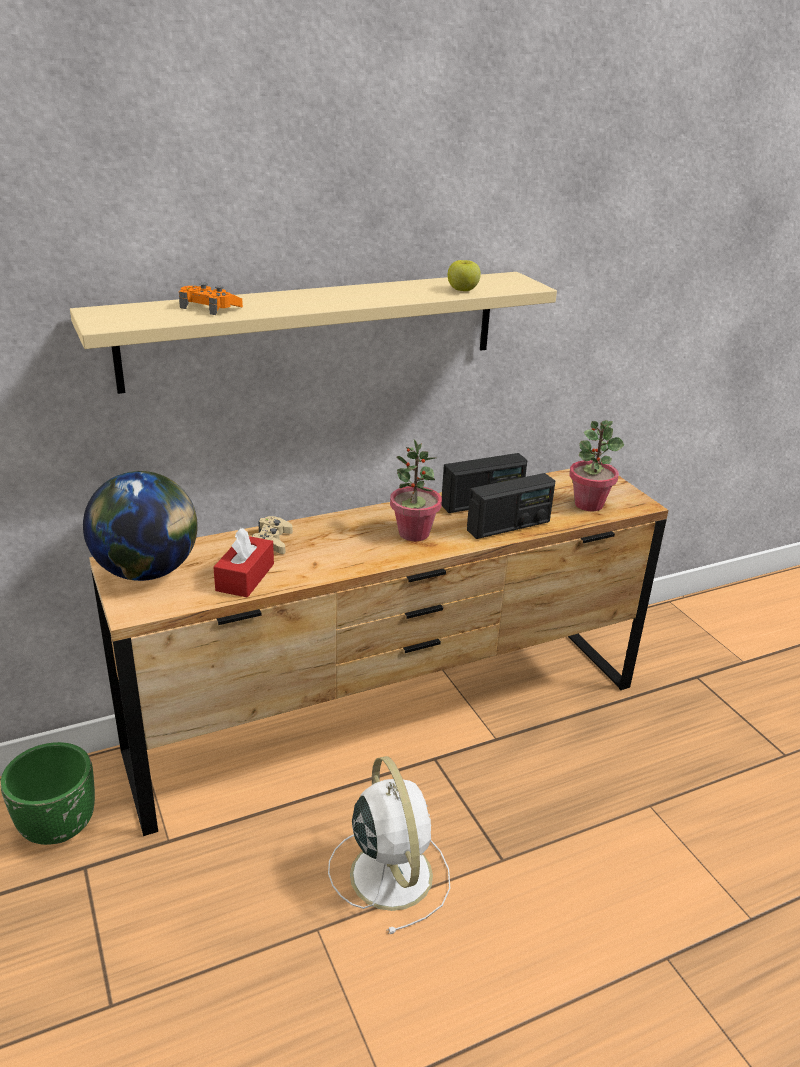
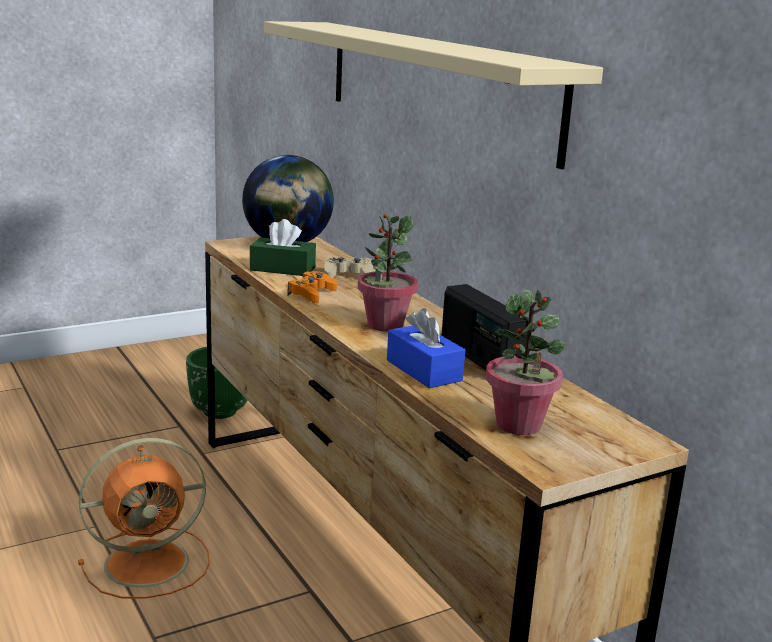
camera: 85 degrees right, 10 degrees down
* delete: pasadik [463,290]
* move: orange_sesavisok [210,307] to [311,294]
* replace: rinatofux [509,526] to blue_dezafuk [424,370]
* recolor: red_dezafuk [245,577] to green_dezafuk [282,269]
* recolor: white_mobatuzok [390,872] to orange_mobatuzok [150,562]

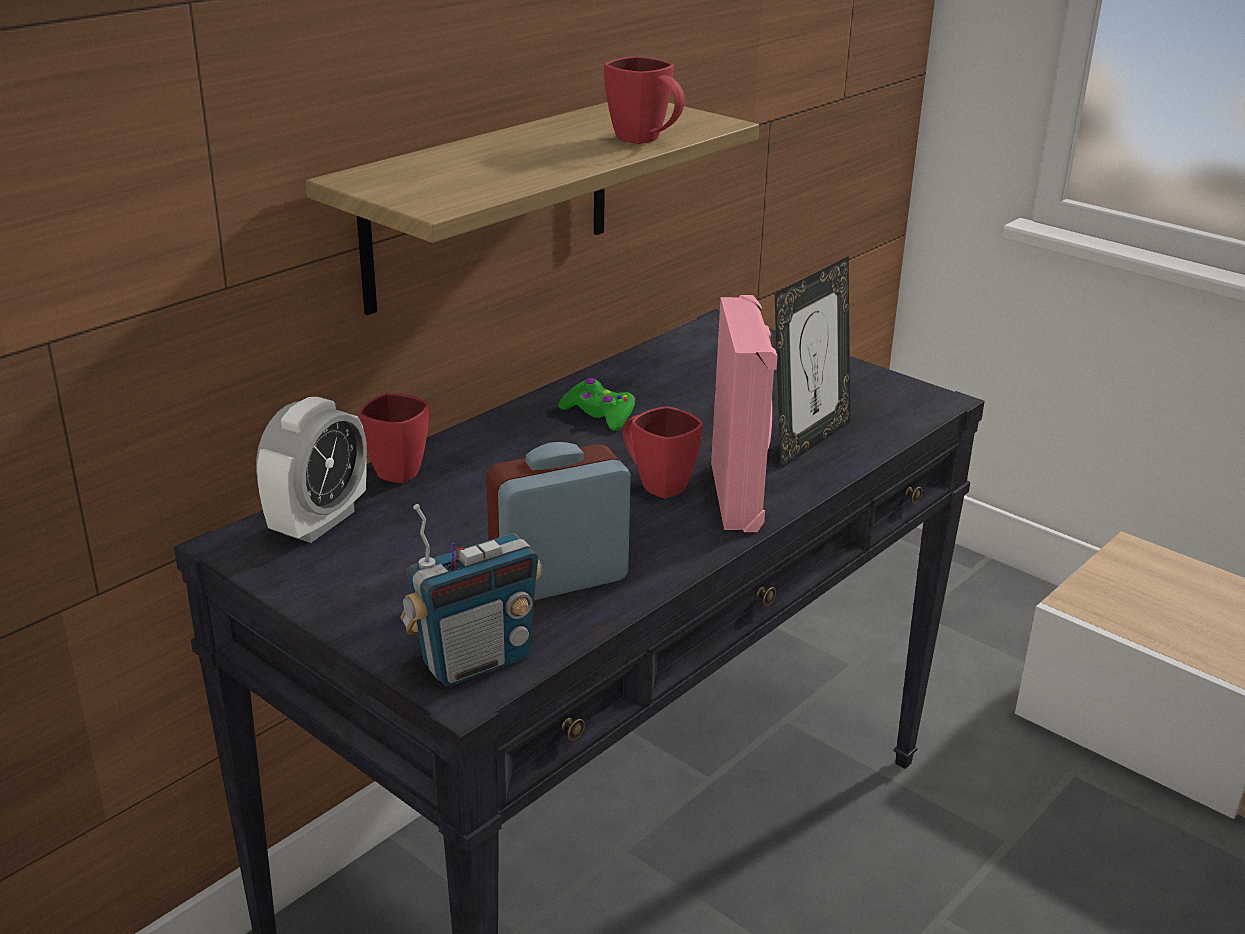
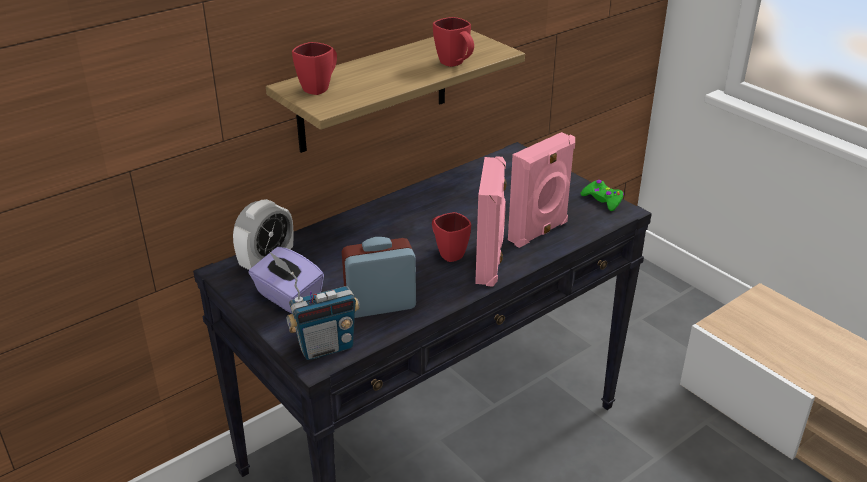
camera: 10 degrees right, 5 degrees up
* insert: purple_dezafuk [288,297]
* move: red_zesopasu [405,468] to [320,87]
* move: green_sesavisok [599,414] to [602,200]
* replace: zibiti [807,441] to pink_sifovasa [539,232]

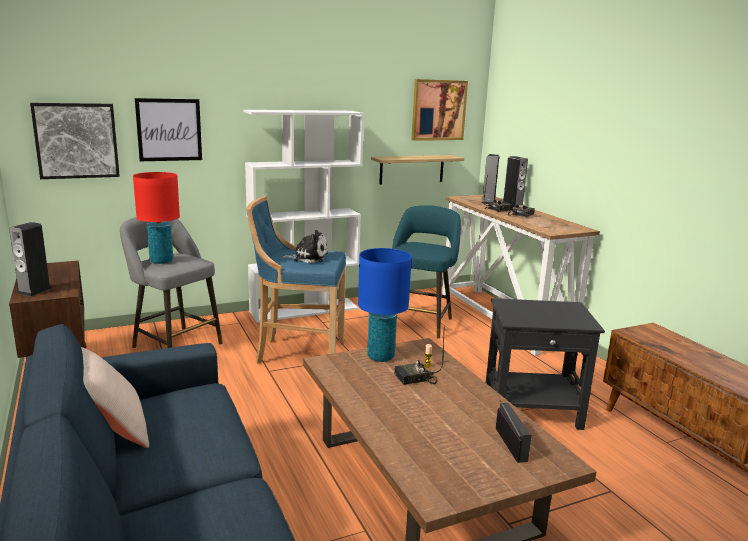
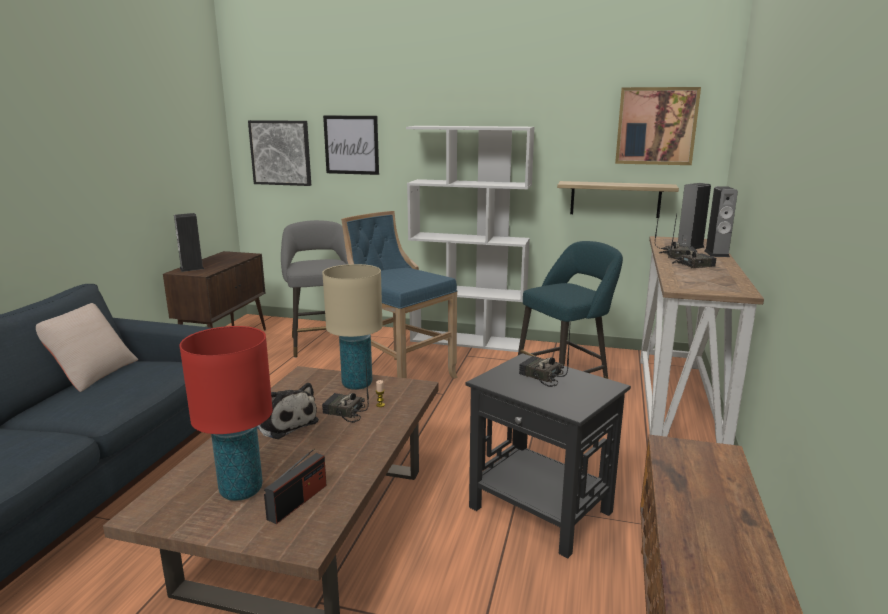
camera: 40 degrees right, 0 degrees up
* insert: rinatofux [541,376]
* move: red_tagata [161,261] to [241,490]
* move: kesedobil [308,257] to [285,423]
* recolor: blue_tagata [381,357] to beige_tagata [357,384]

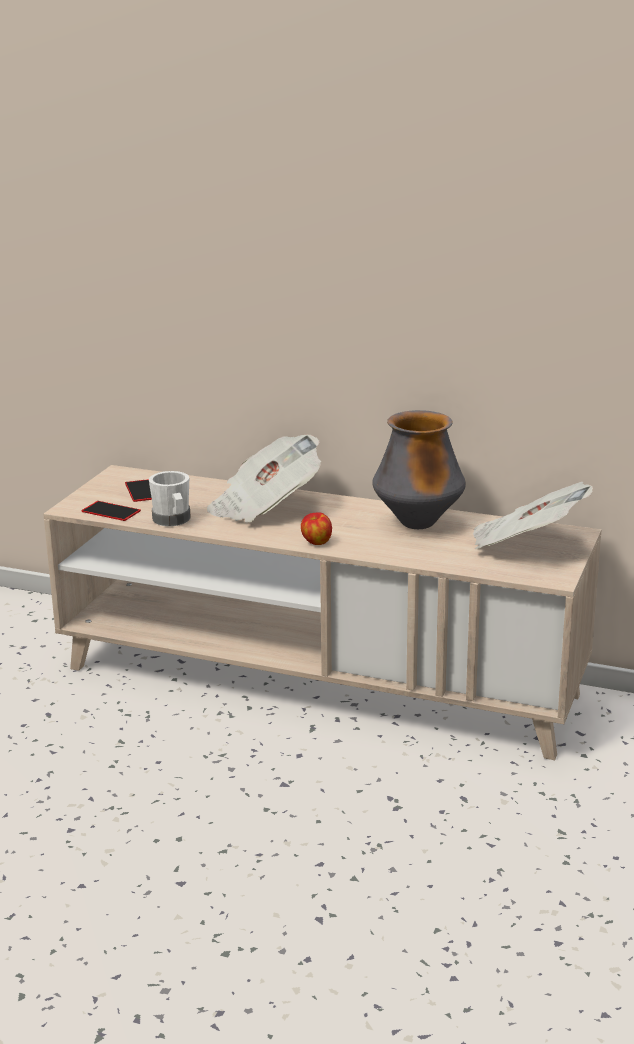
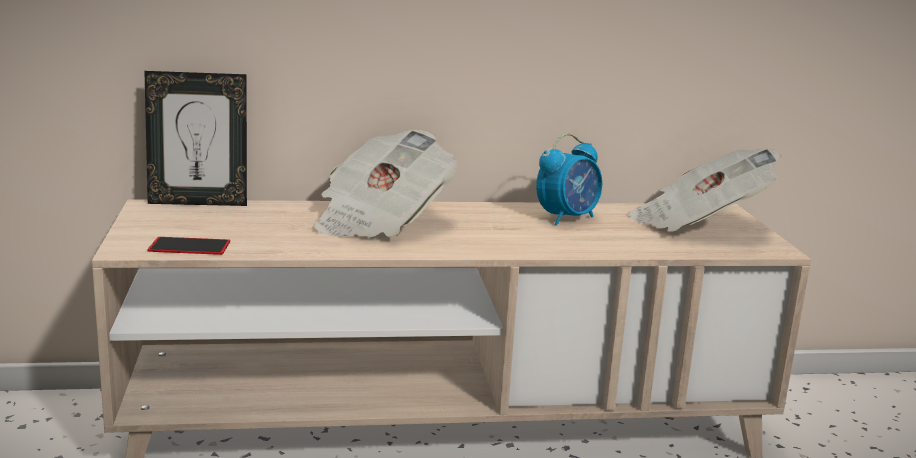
camera: 30 degrees left, 5 degrees down
* delete: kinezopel [142,491]
* delete: white_zesopasu [173,521]
* delete: pasadik [316,542]
* insert: zibiti [198,202]
* replace: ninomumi [418,524] to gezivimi [567,218]

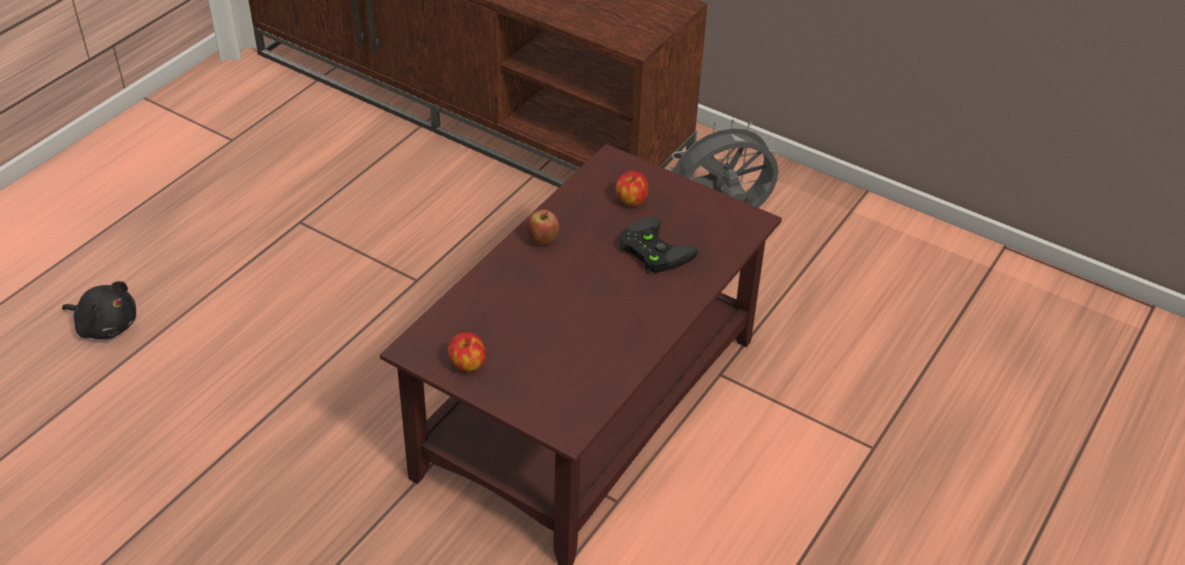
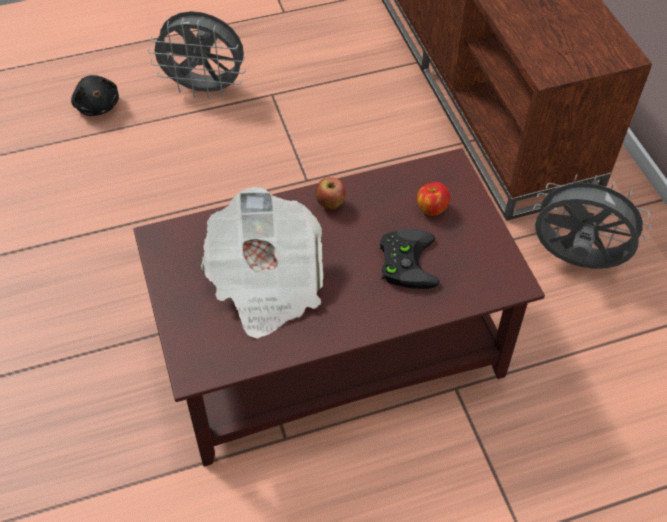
camera: 40 degrees right, 10 degrees up
* delete: pasadik [467,365]
* insert: grey_mobatuzok [205,89]
* insert: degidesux [266,283]

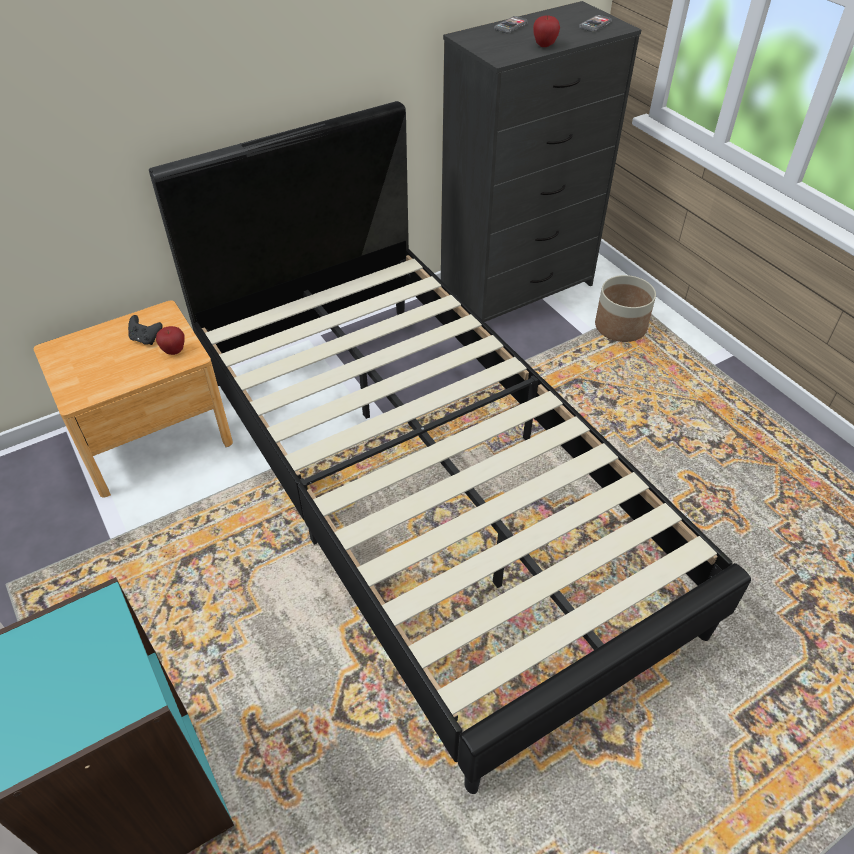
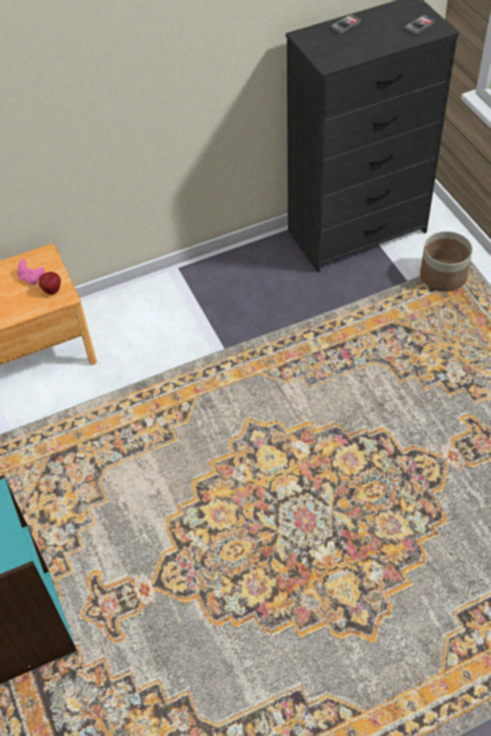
camera: 10 degrees right, 5 degrees up
* delete: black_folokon [426,490]
* delete: pasadik [544,45]
* recolor: black_sesavisok [146,339] to pink_sesavisok [31,278]

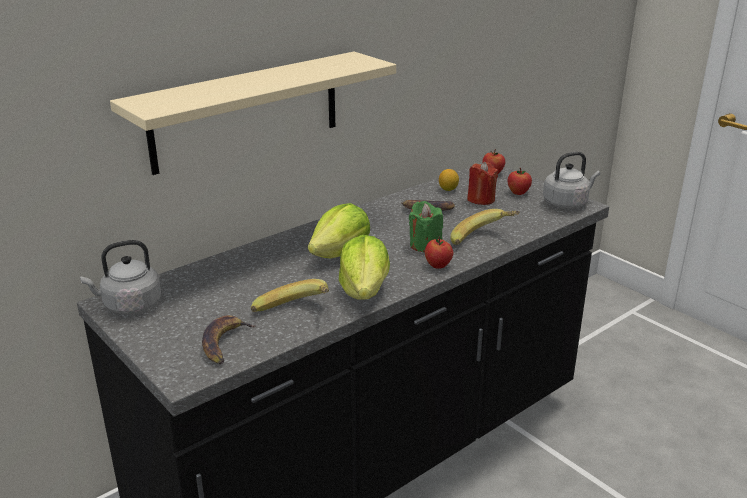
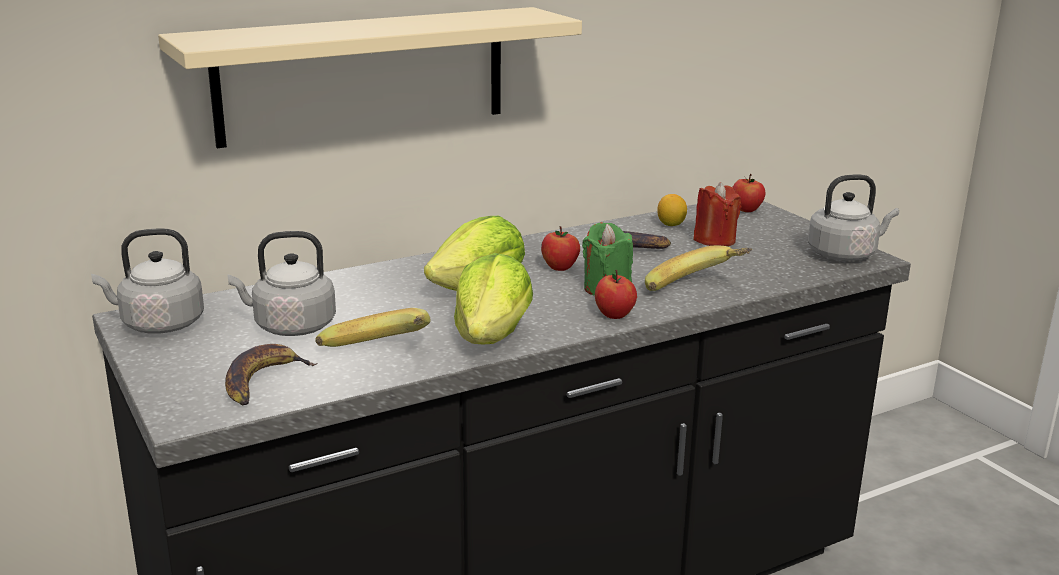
camera: 10 degrees right, 5 degrees down
* insert: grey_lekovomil [290,327]
* move: pasadik [518,193] to [560,267]

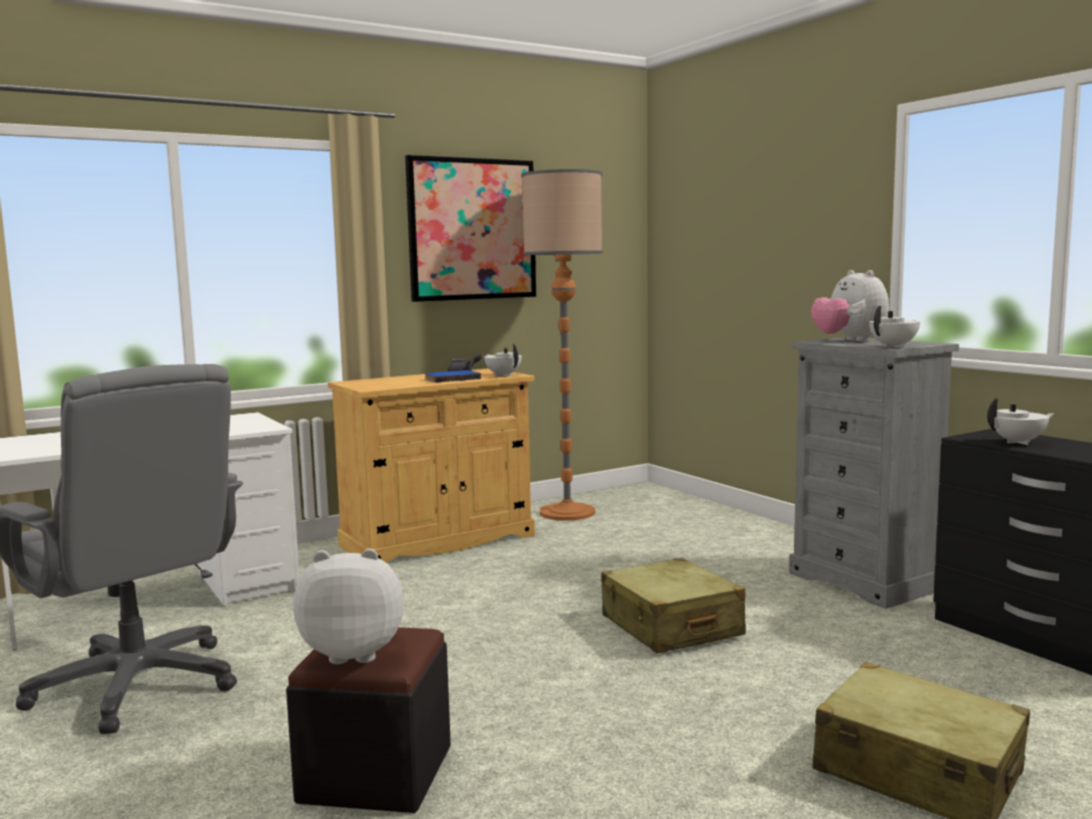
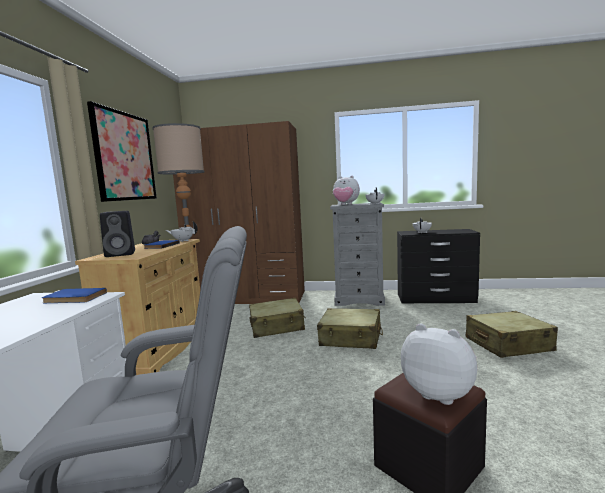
camera: 50 degrees left, 0 degrees up
* insert: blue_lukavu [74,298]
* insert: black_sifovasa [121,254]
* insert: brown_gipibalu [248,297]
* insert: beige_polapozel [277,326]
* rotate: kesedobil [354,653] = [439,393] 90 degrees clockwise

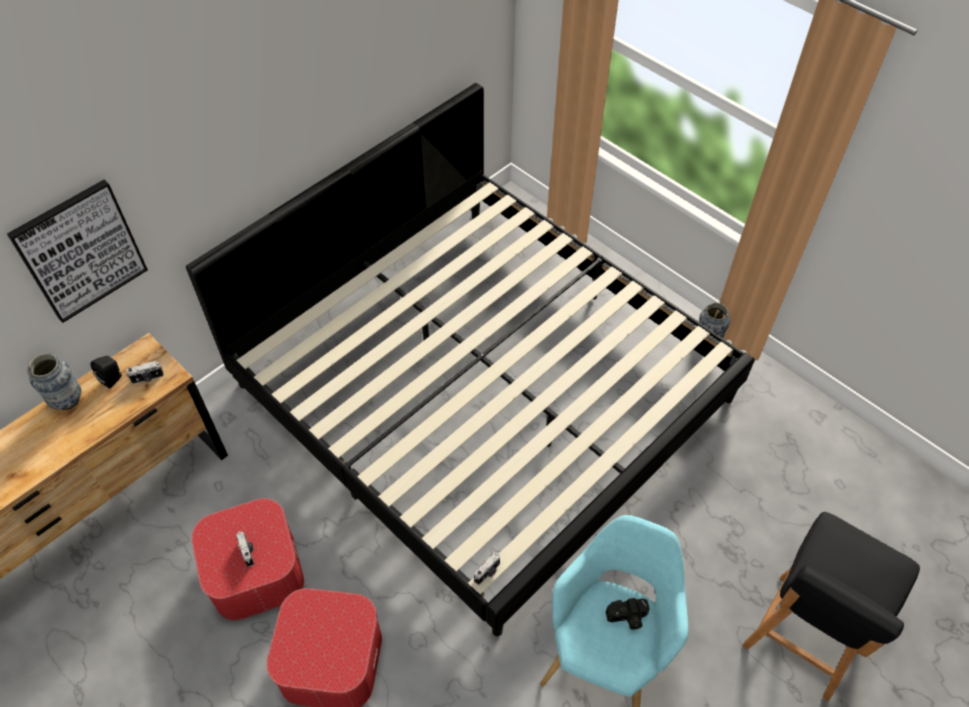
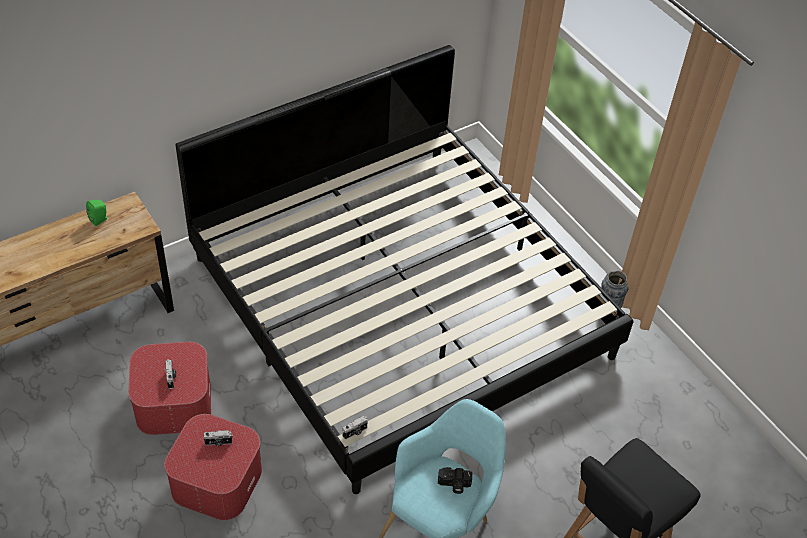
camera: 10 degrees right, 5 degrees down
* delete: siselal [80,251]
* delete: ninomumi [67,401]
* move: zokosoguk [148,378] to [218,443]
* recolor: black_sifovasa [113,379] to green_sifovasa [100,219]

